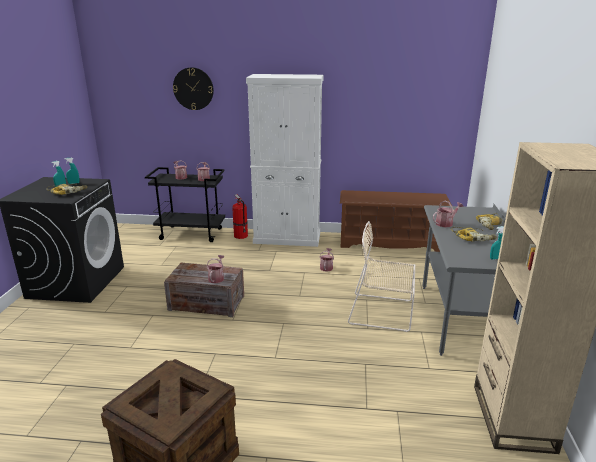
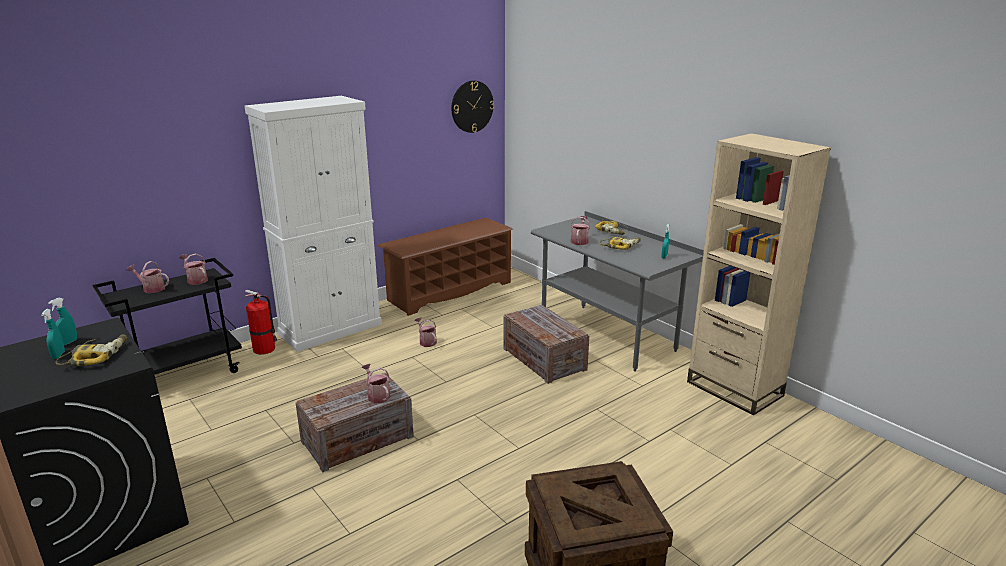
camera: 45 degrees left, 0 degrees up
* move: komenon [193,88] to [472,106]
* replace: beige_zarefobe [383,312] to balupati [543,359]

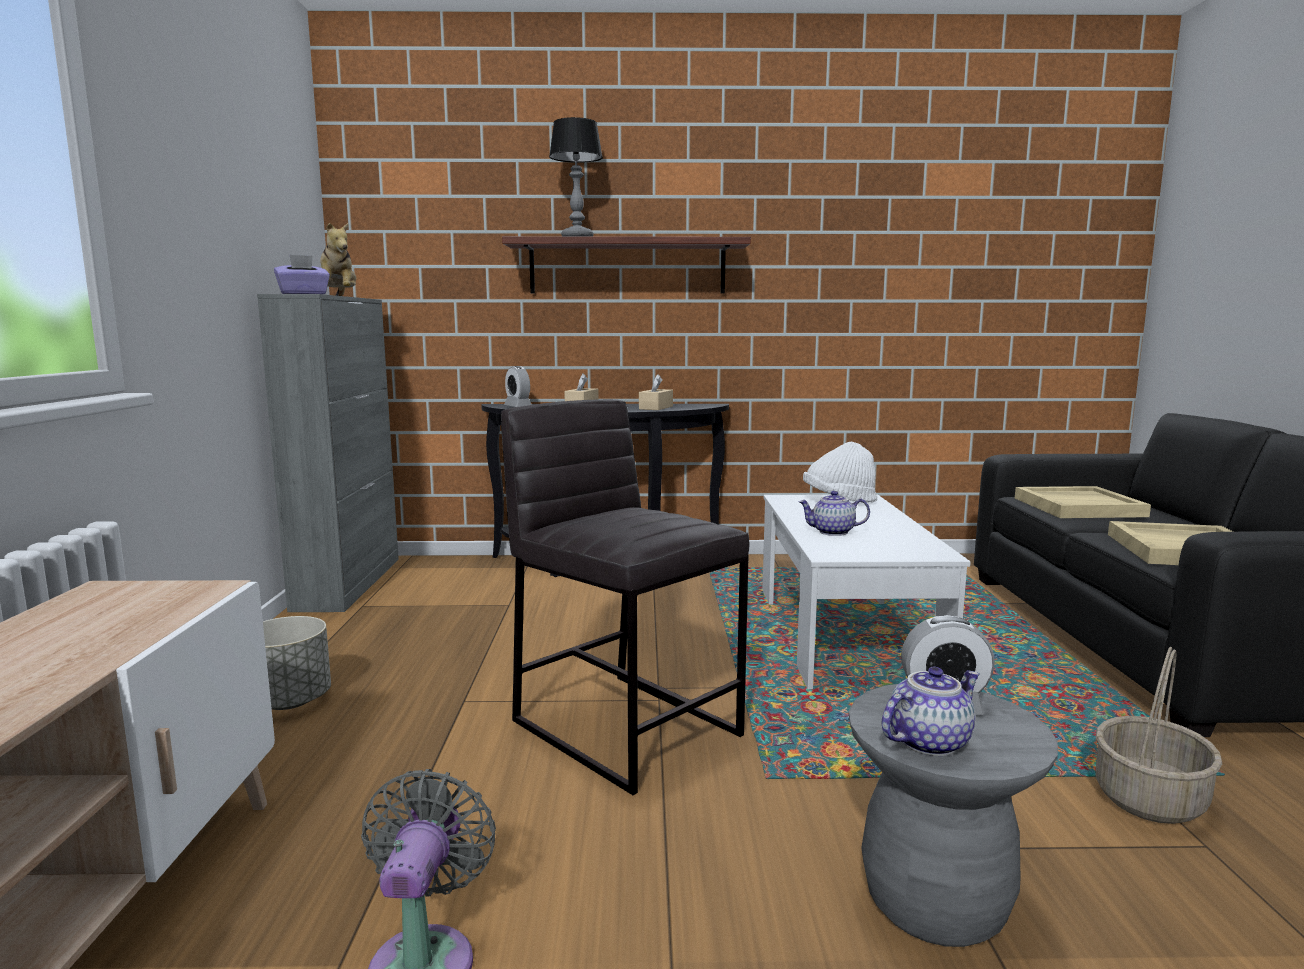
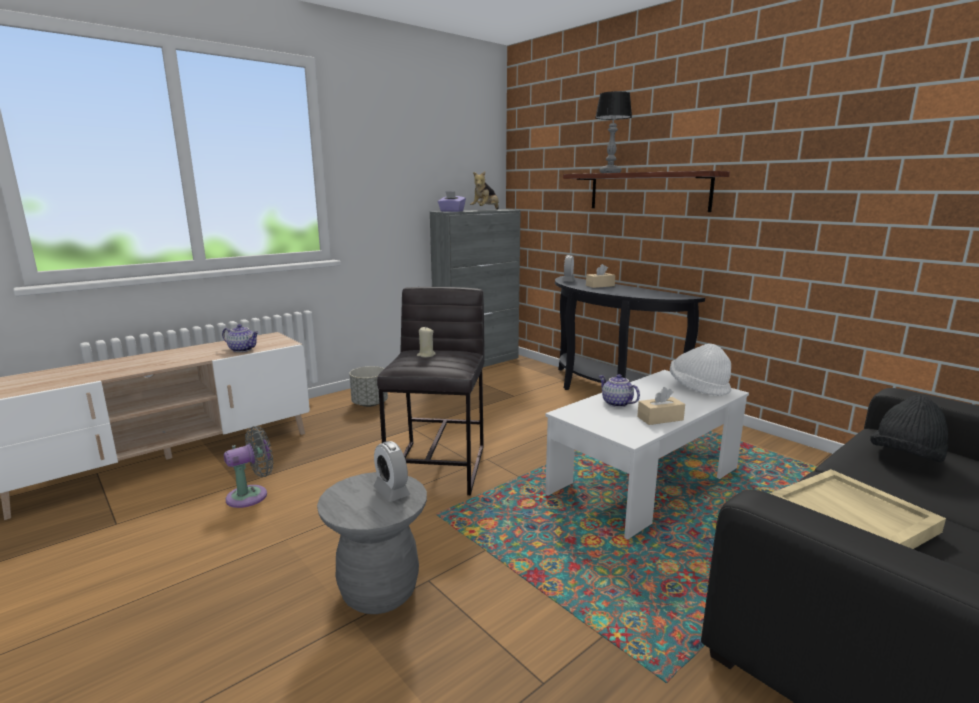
camera: 50 degrees right, 5 degrees up
* delete: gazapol [1148,798]
* insert: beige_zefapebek [426,355]
* move: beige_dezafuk [656,408] to [660,418]
* move: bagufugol [927,741] to [243,349]
* replace: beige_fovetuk [1078,507] to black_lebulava [906,458]

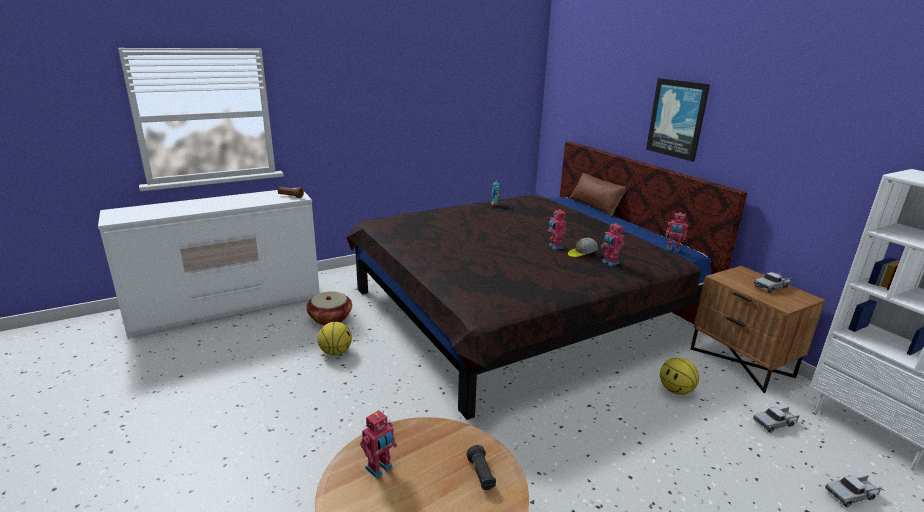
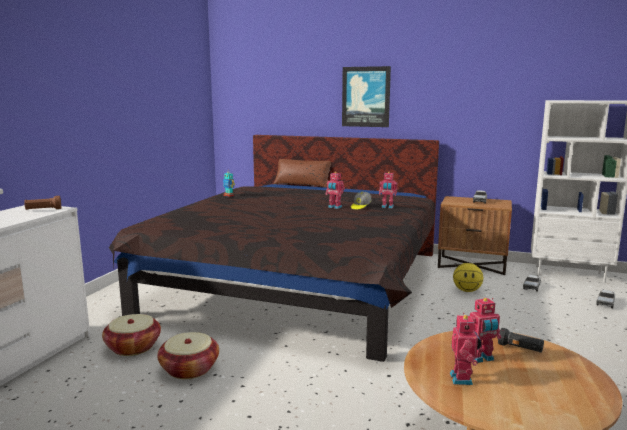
camera: 40 degrees left, 10 degrees down
* move: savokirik [673,249] to [481,358]
* replace: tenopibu [336,352] to gazapol [189,369]

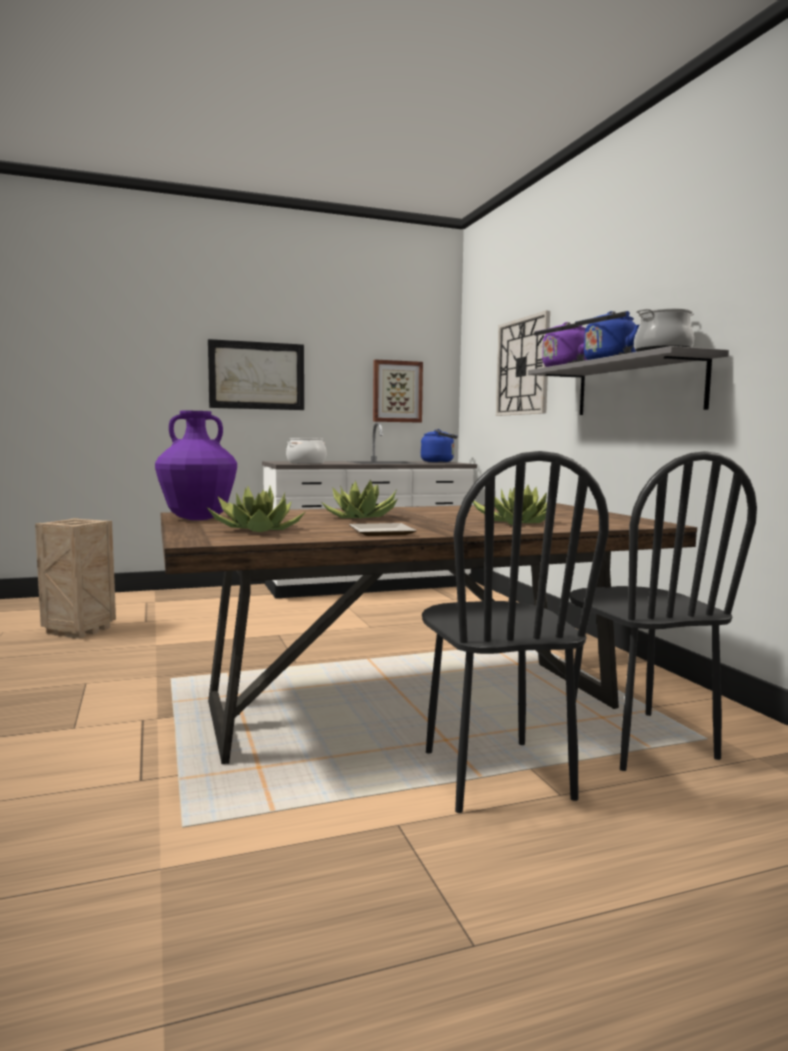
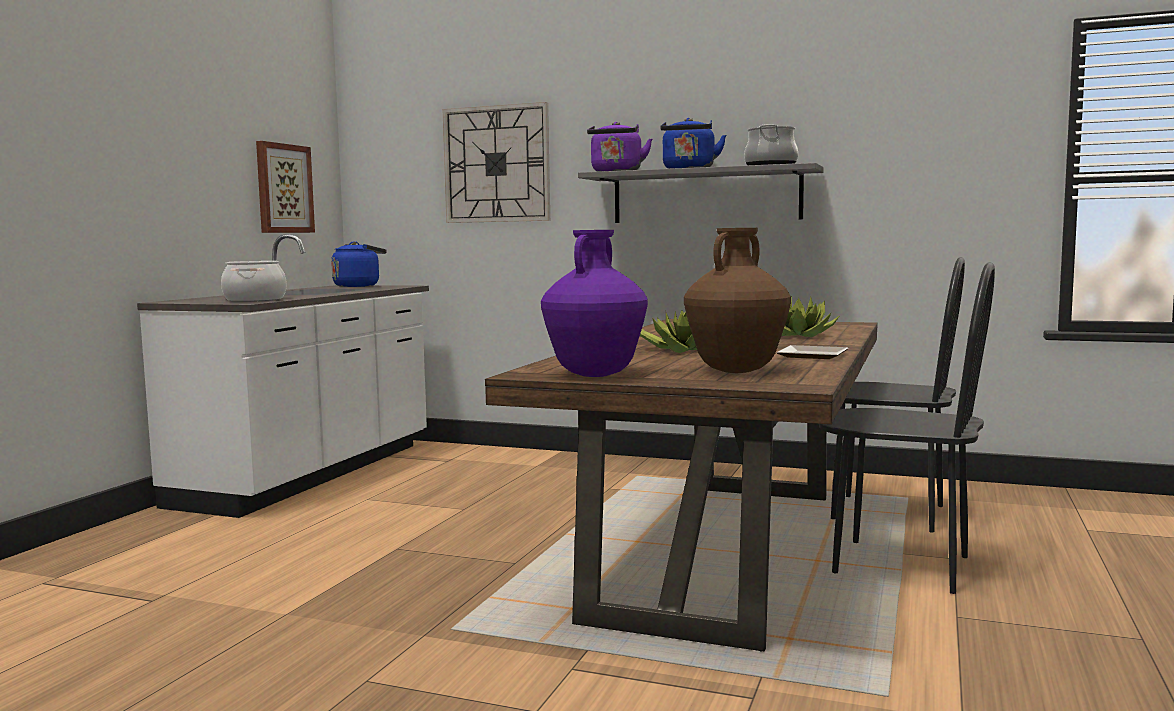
camera: 50 degrees left, 0 degrees up
* delete: balupati [79,630]
* delete: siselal [256,375]
* replace: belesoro [257,530] to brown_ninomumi [735,371]

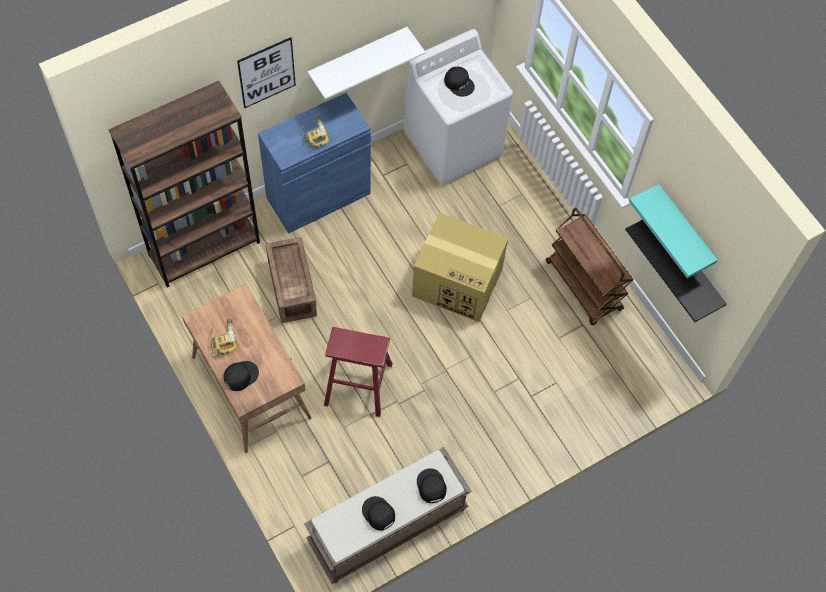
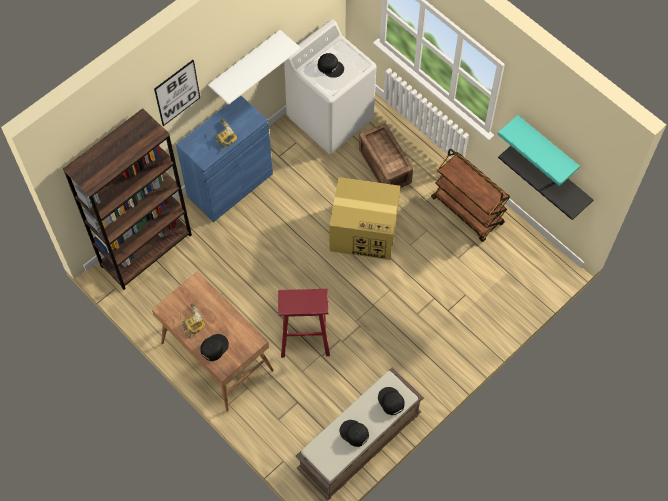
camera: 10 degrees left, 0 degrees up
* move: balupati [293,287] to [385,165]

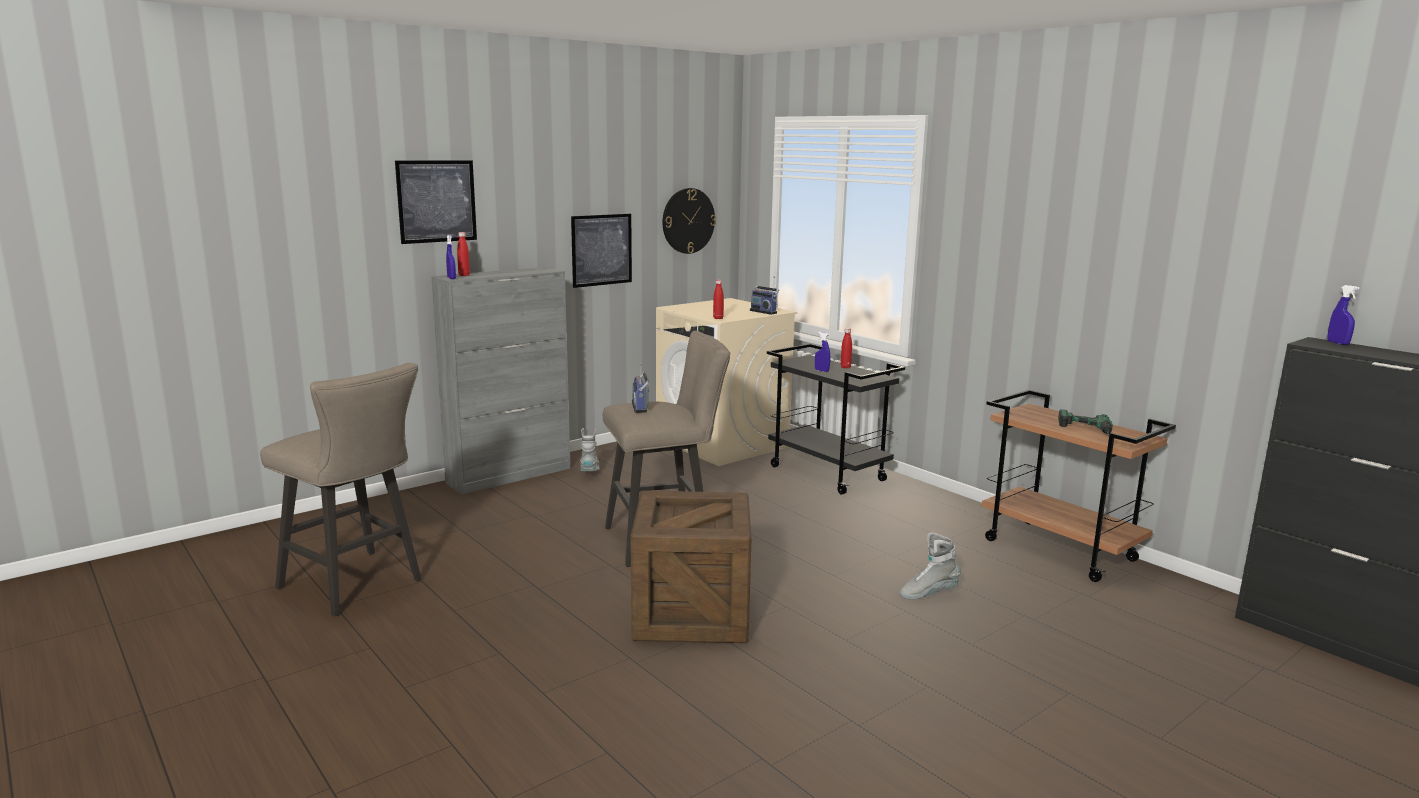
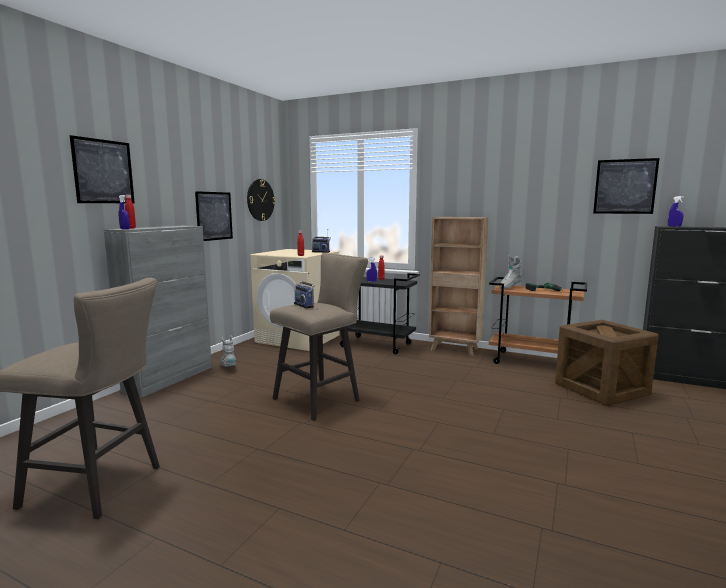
camera: 25 degrees left, 5 degrees down
* insert: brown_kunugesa [455,349]
* insert: siselal [625,186]
* move: balupati [691,614] to [601,389]
* move: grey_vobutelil [928,593] to [509,287]

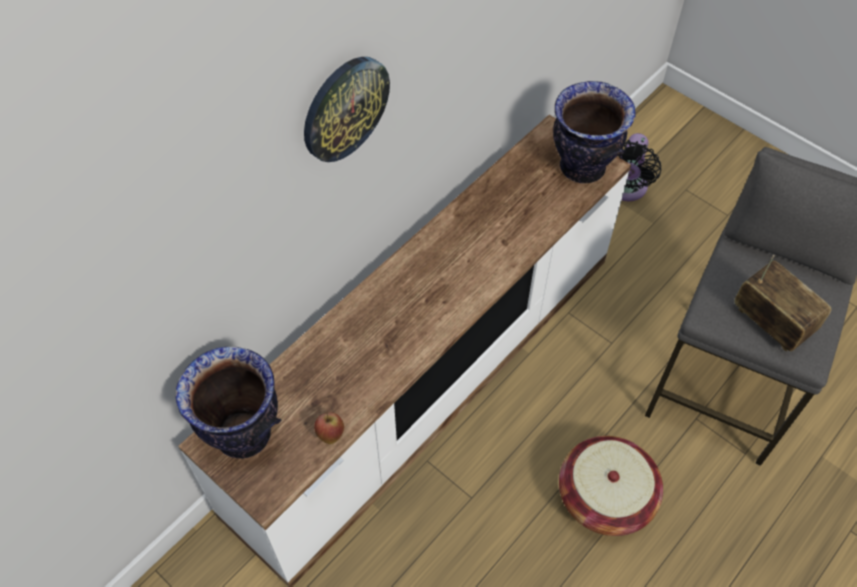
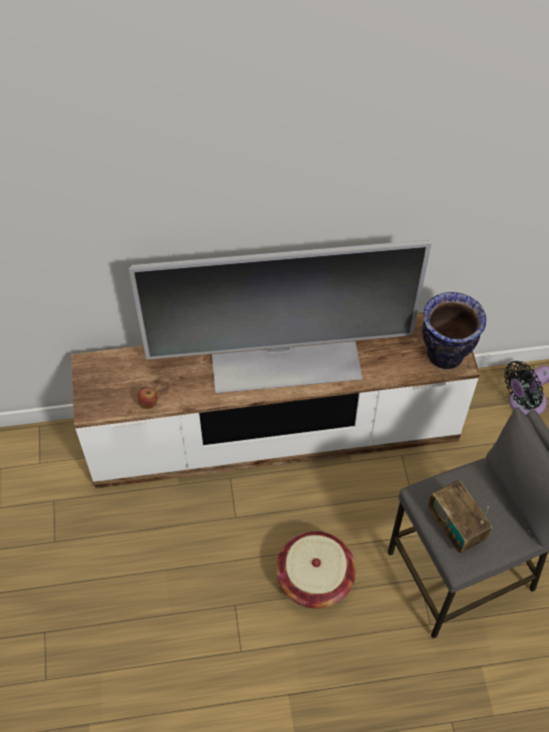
camera: 40 degrees right, 0 degrees up
* delete: ninomumi [244,433]
* delete: komenon [344,108]
* insert: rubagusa [285,364]
* rotate: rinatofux [771,322] = [455,526] 150 degrees clockwise

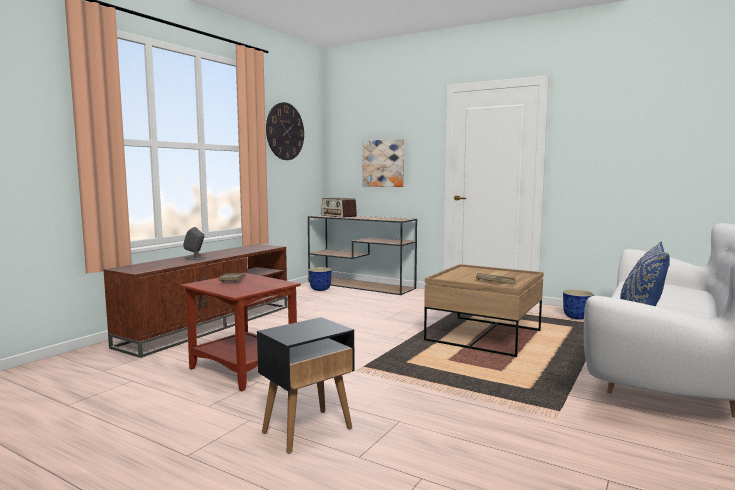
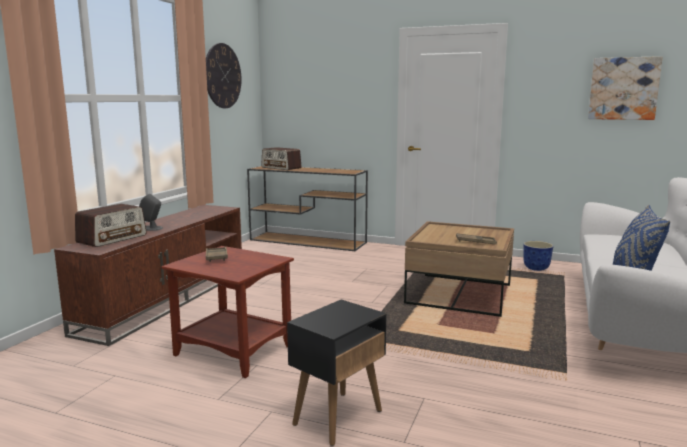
camera: 10 degrees left, 5 degrees up
* delete: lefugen [320,289]
* insert: rinatofux [112,238]
* move: siselal [383,163] to [623,88]

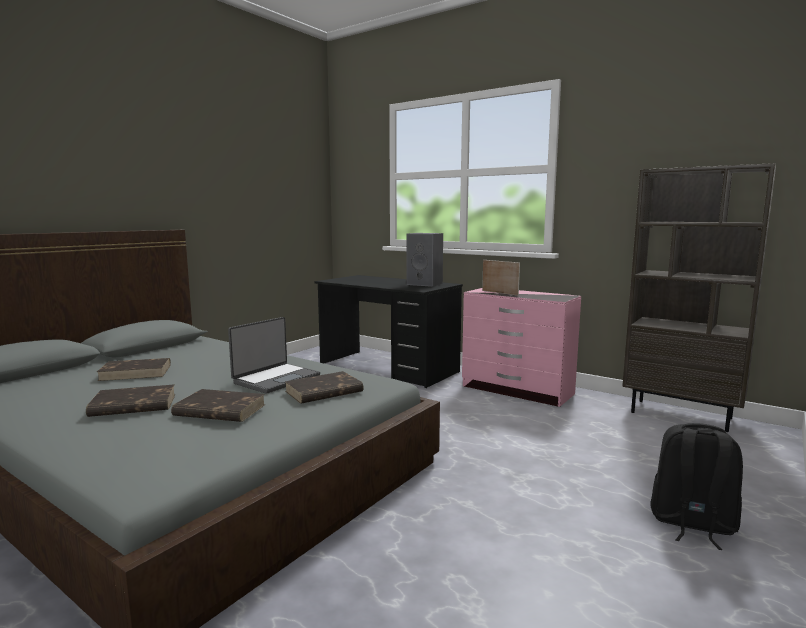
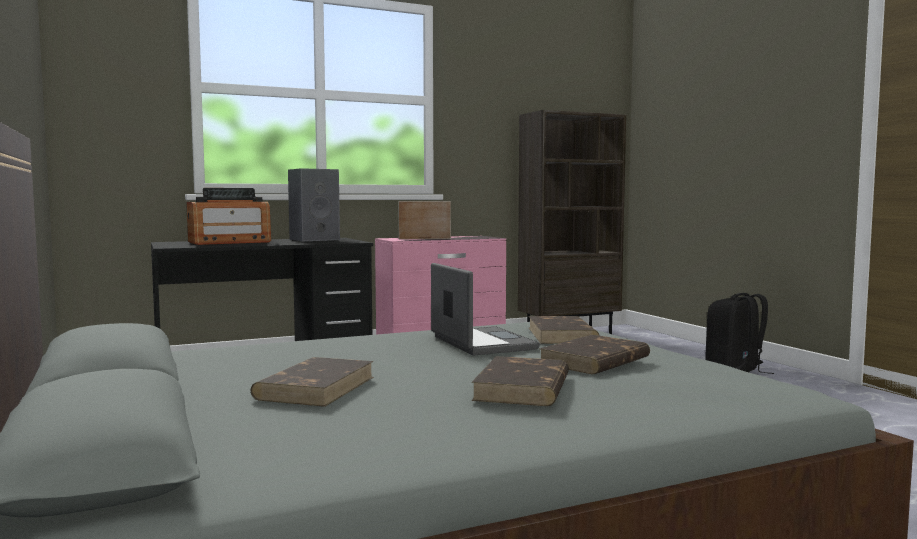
camera: 60 degrees left, 5 degrees down
* insert: rinatofux [230,242]

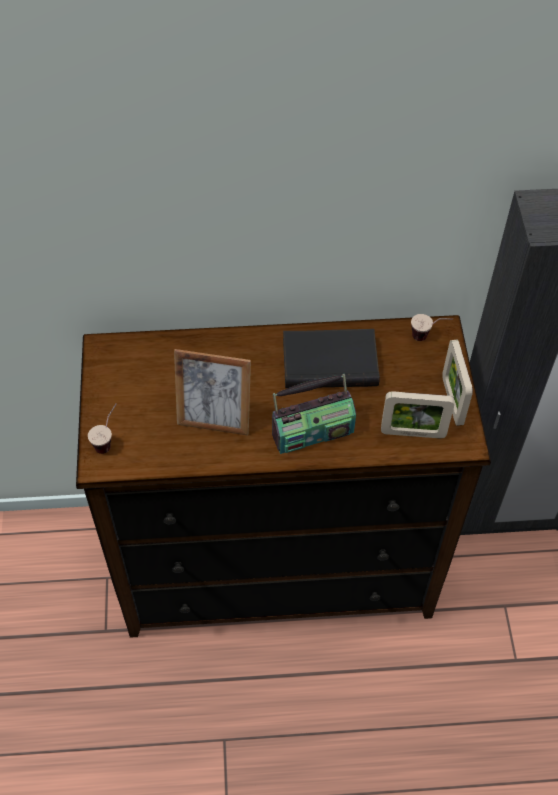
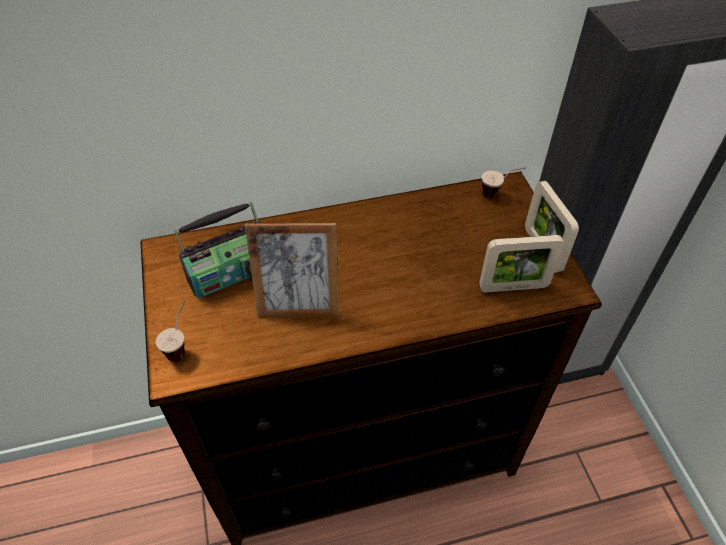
camera: 10 degrees left, 5 degrees down
* delete: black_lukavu [330,361]
* move: rinatofux [312,431] to [231,272]

